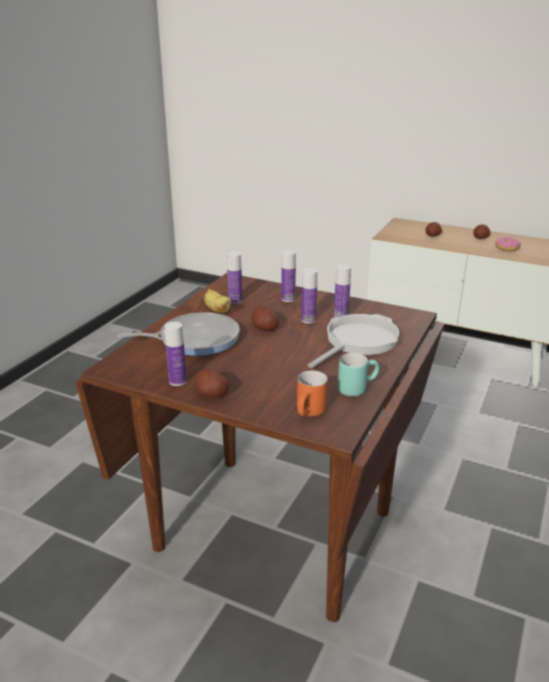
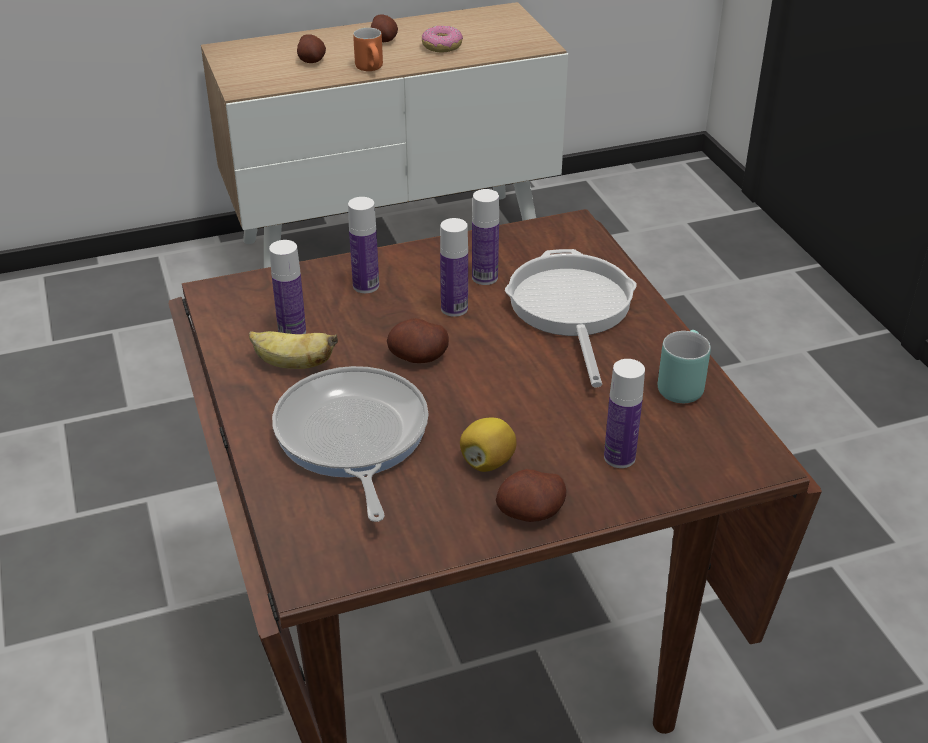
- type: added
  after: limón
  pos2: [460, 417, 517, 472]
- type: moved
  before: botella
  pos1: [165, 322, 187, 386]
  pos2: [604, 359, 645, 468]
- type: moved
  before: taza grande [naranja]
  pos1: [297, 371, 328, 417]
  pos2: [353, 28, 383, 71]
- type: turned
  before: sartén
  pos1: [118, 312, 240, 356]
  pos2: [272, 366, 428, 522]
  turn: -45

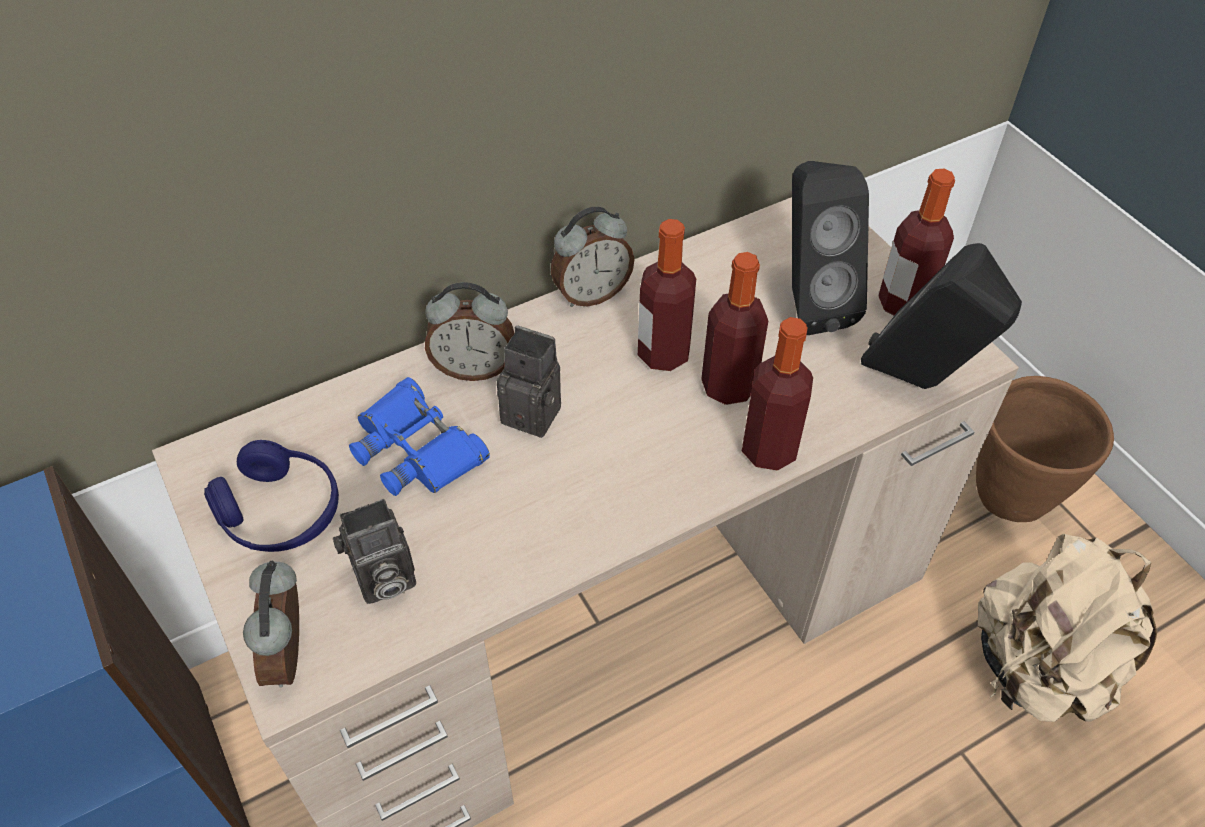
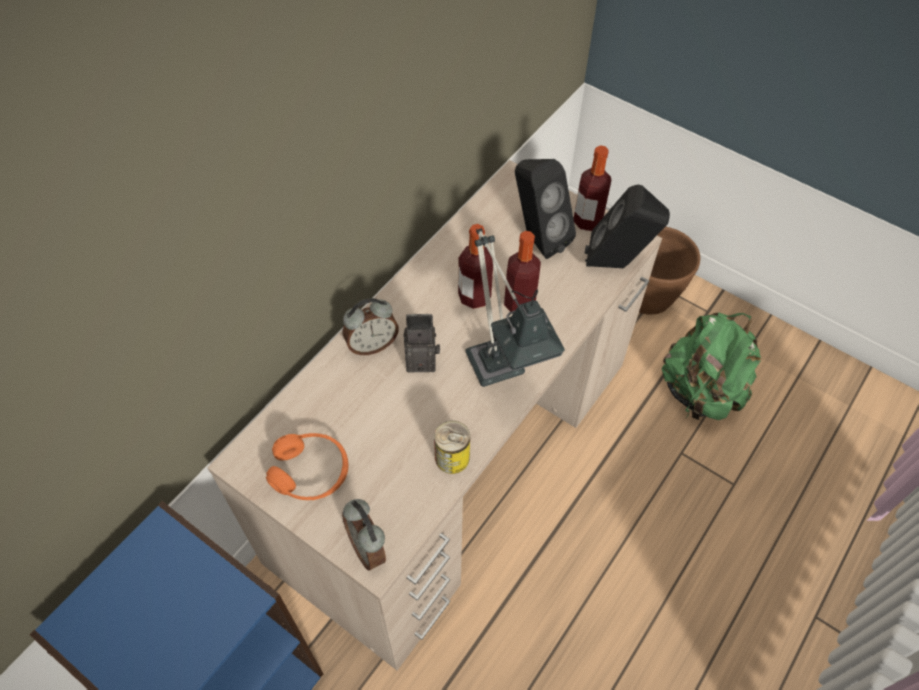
- type: removed
  before: cámara
  pos1: [333, 499, 416, 604]
- type: removed
  before: prismáticos [azul]
  pos1: [349, 377, 490, 496]
- type: removed
  before: despertador
  pos1: [551, 207, 635, 307]
- type: removed
  before: botella
  pos1: [742, 317, 813, 470]
- type: added
  after: lata
  pos2: [434, 421, 470, 474]
- type: added
  after: lámpara de mesa
  pos2: [466, 228, 565, 387]
- type: recoloured
  before: auriculares [azul]
  after: auriculares [naranja]
  pos1: [204, 440, 339, 552]
  pos2: [266, 433, 348, 500]
- type: recoloured
  before: mochila [beis]
  after: mochila [verde]
  pos1: [978, 534, 1157, 722]
  pos2: [662, 312, 761, 420]

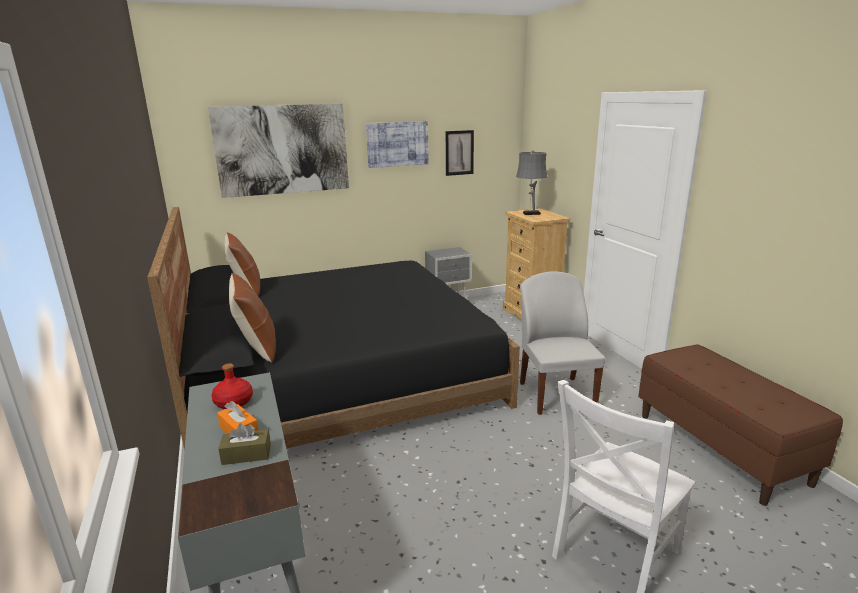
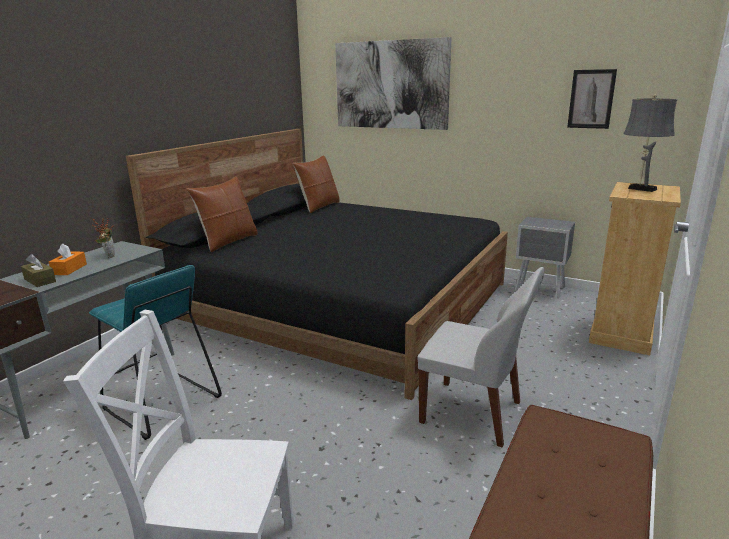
- type: removed
  before: cuadro
  pos1: [366, 121, 429, 168]
- type: added
  after: taburete [turquesa]
  pos2: [89, 265, 222, 440]
- type: replaced
  before: botella [rojo]
  after: planta en maceta
  pos1: [211, 363, 253, 409]
  pos2: [92, 218, 115, 258]
- type: turned
  before: silla [blanco]
  pos1: [520, 271, 605, 415]
  pos2: [418, 267, 545, 448]
  turn: 75

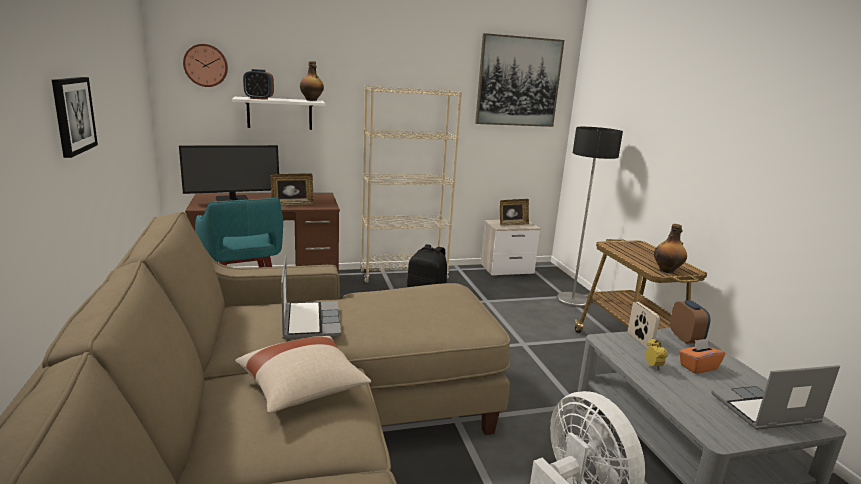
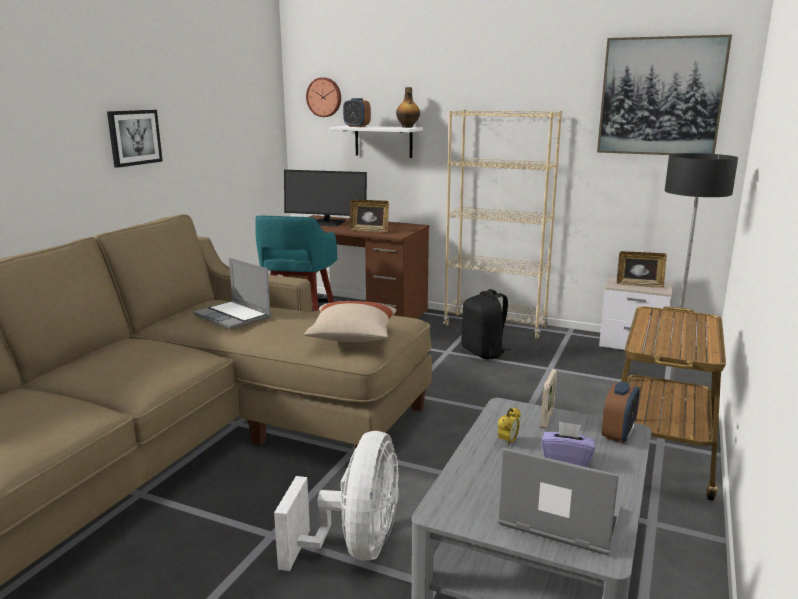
- type: removed
  before: botella
  pos1: [654, 224, 687, 273]
- type: moved
  before: cojín [beis]
  pos1: [235, 336, 371, 414]
  pos2: [304, 301, 396, 342]
- type: recoloured
  before: caja de pañuelos [naranja]
  after: caja de pañuelos [morado]
  pos1: [679, 338, 725, 374]
  pos2: [541, 421, 595, 467]
- type: turned
  before: portátil
  pos1: [281, 255, 341, 339]
  pos2: [194, 258, 271, 330]
  turn: 105

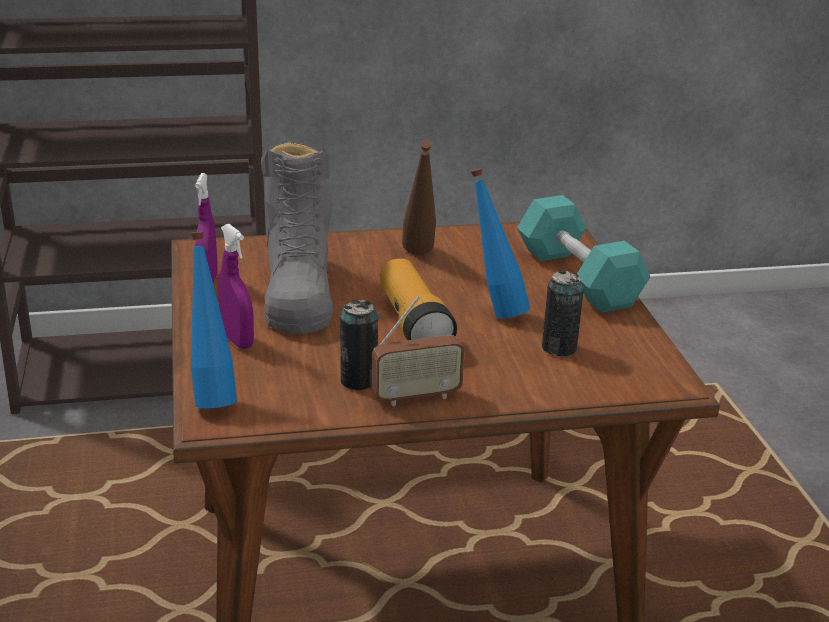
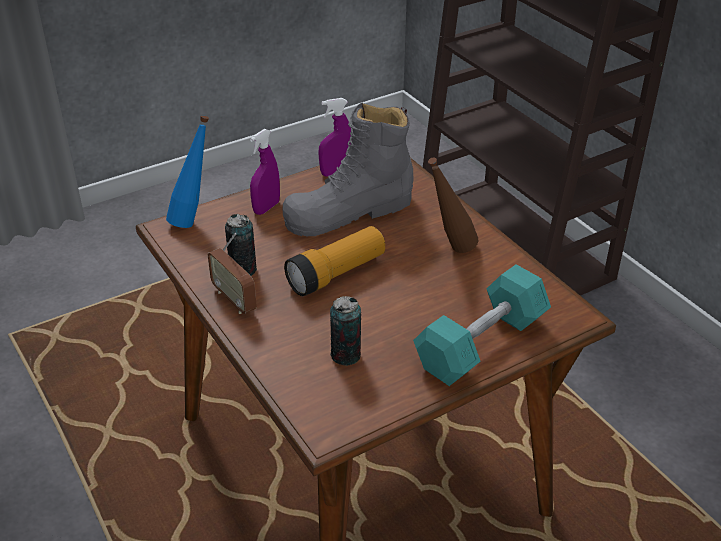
- type: removed
  before: botella [azul]
  pos1: [471, 168, 530, 319]

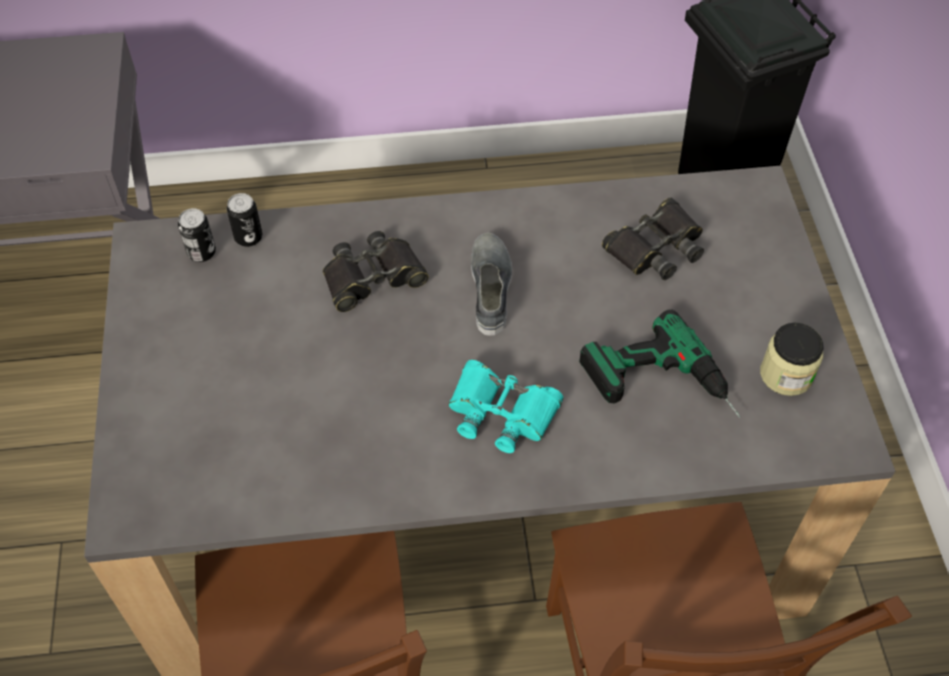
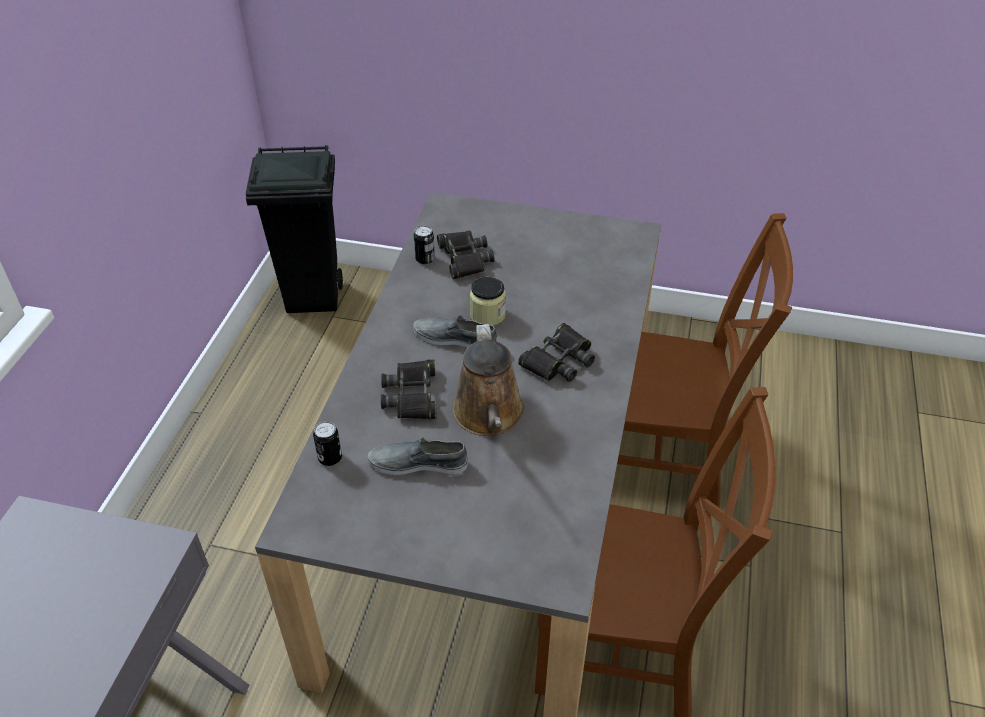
- type: removed
  before: taladro
  pos1: [579, 309, 740, 418]
- type: added
  after: zapato [gris]
  pos2: [368, 438, 467, 475]
- type: added
  after: regadera [marrón]
  pos2: [453, 324, 524, 436]
- type: moved
  before: lata
  pos1: [178, 208, 216, 262]
  pos2: [414, 226, 435, 264]
- type: moved
  before: tarro
  pos1: [760, 322, 824, 396]
  pos2: [470, 277, 506, 326]
- type: recoloured
  before: prismáticos [turquesa]
  after: prismáticos [negro]
  pos1: [449, 360, 563, 453]
  pos2: [518, 323, 595, 382]

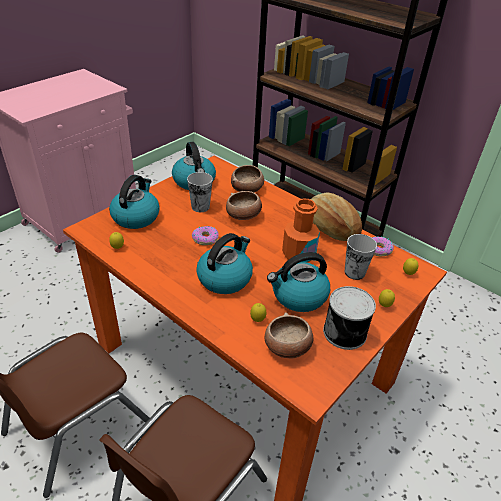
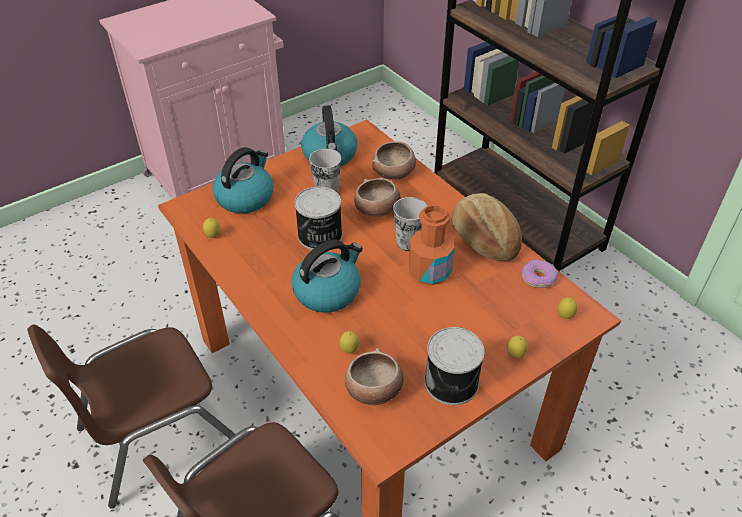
- type: removed
  before: hervidor
  pos1: [267, 252, 330, 312]
- type: moved
  before: taza
  pos1: [345, 234, 377, 280]
  pos2: [393, 197, 427, 251]
- type: replaced
  before: rosquilla
  after: lata
  pos1: [192, 226, 219, 245]
  pos2: [295, 187, 342, 250]

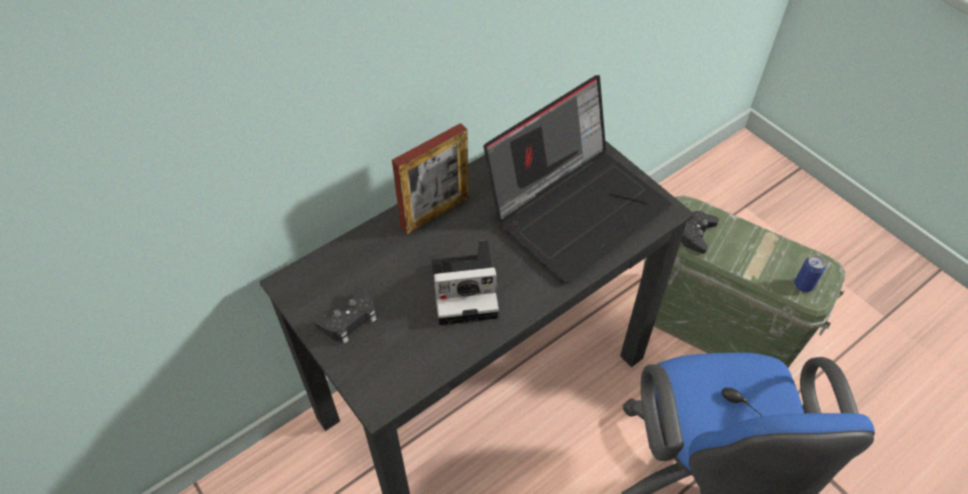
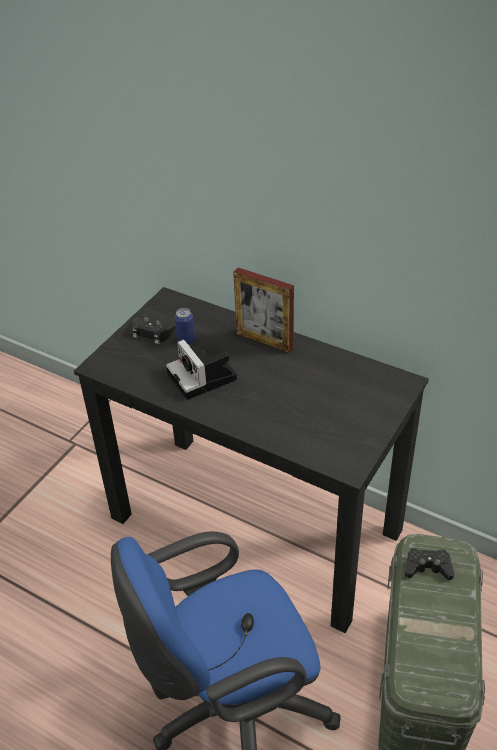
- type: removed
  before: portátil
  pos1: [483, 75, 672, 283]
- type: moved
  before: lata
  pos1: [794, 255, 826, 292]
  pos2: [175, 308, 195, 345]

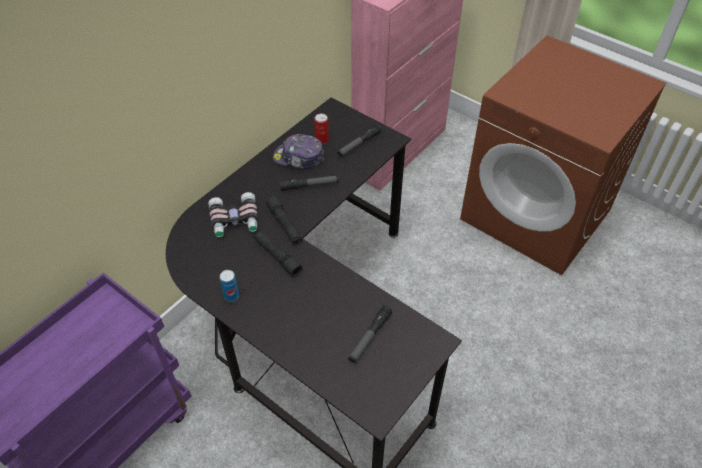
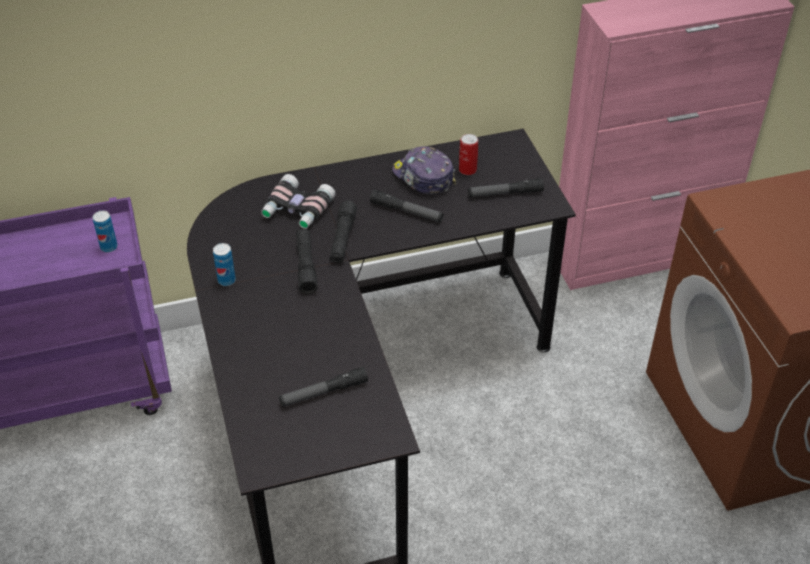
- type: added
  after: lata
  pos2: [92, 210, 118, 252]

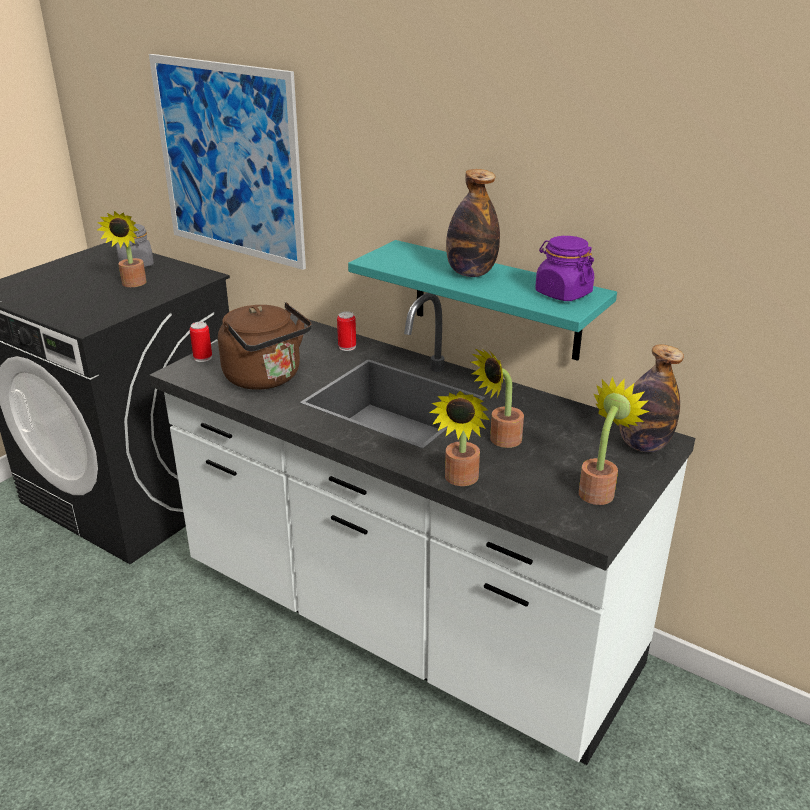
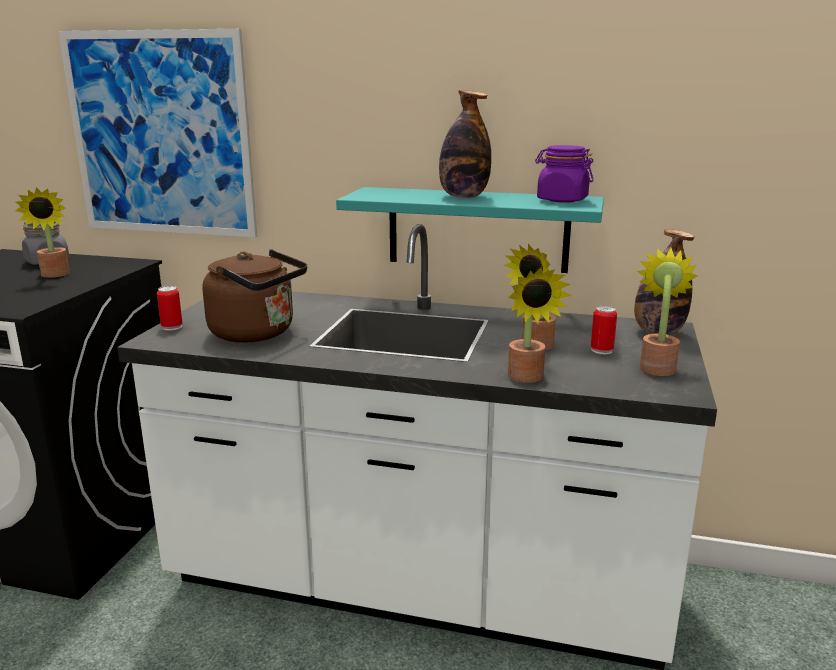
- type: moved
  before: lata
  pos1: [337, 311, 356, 351]
  pos2: [591, 306, 617, 354]

